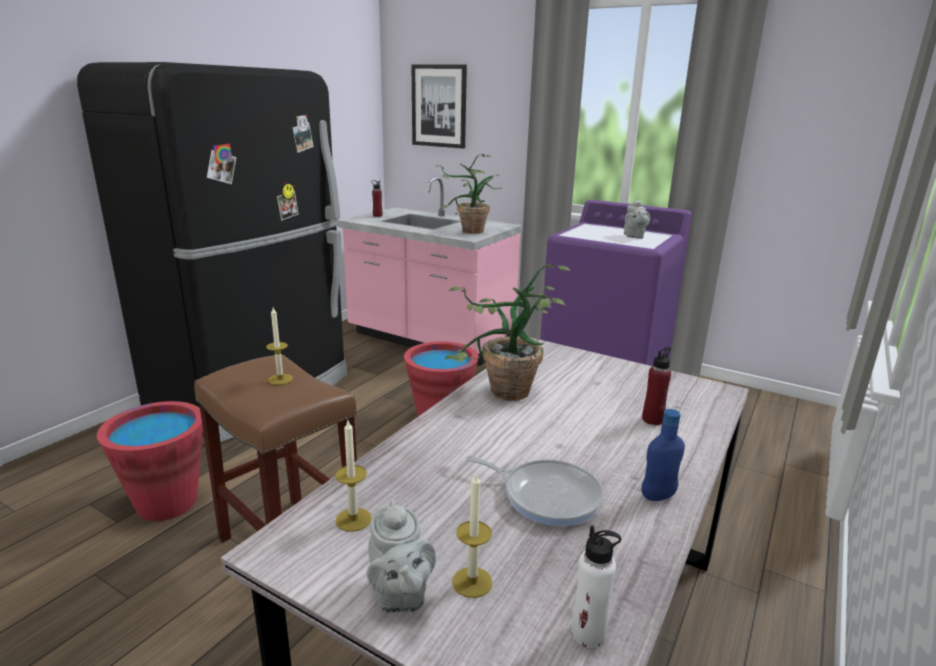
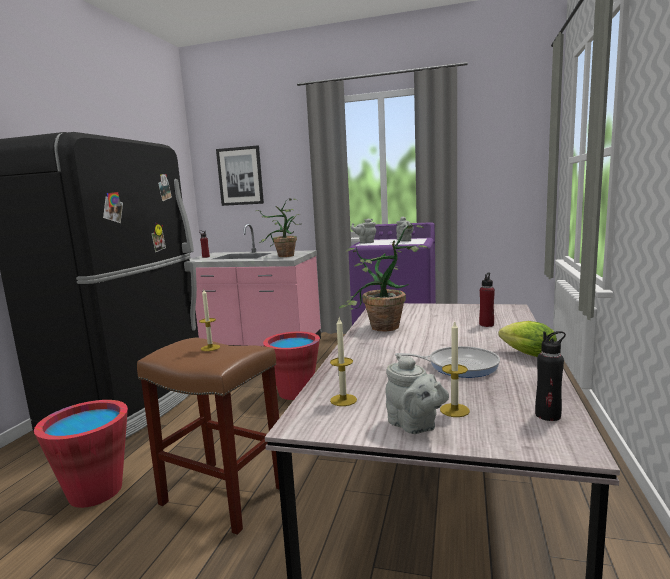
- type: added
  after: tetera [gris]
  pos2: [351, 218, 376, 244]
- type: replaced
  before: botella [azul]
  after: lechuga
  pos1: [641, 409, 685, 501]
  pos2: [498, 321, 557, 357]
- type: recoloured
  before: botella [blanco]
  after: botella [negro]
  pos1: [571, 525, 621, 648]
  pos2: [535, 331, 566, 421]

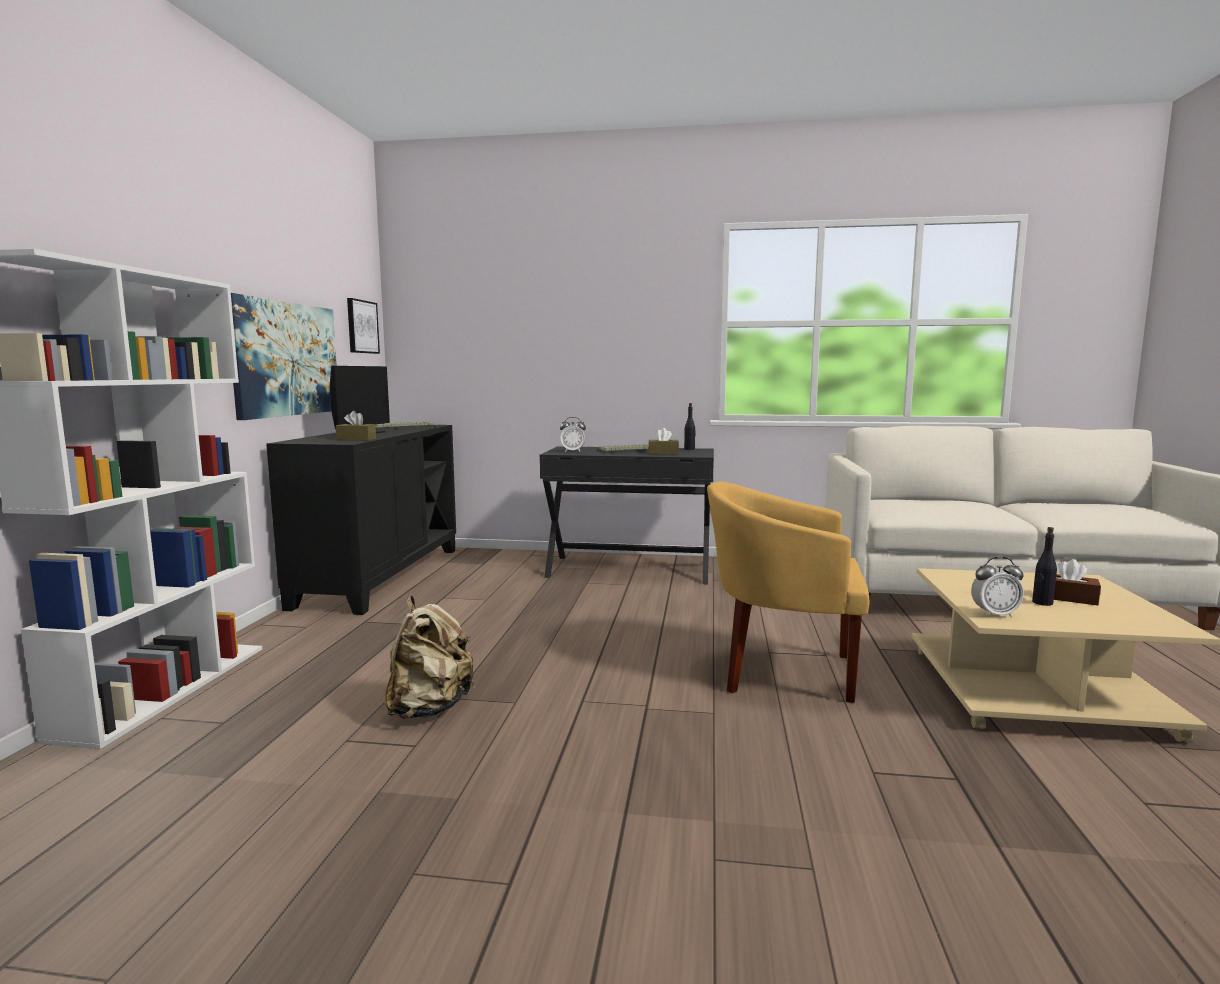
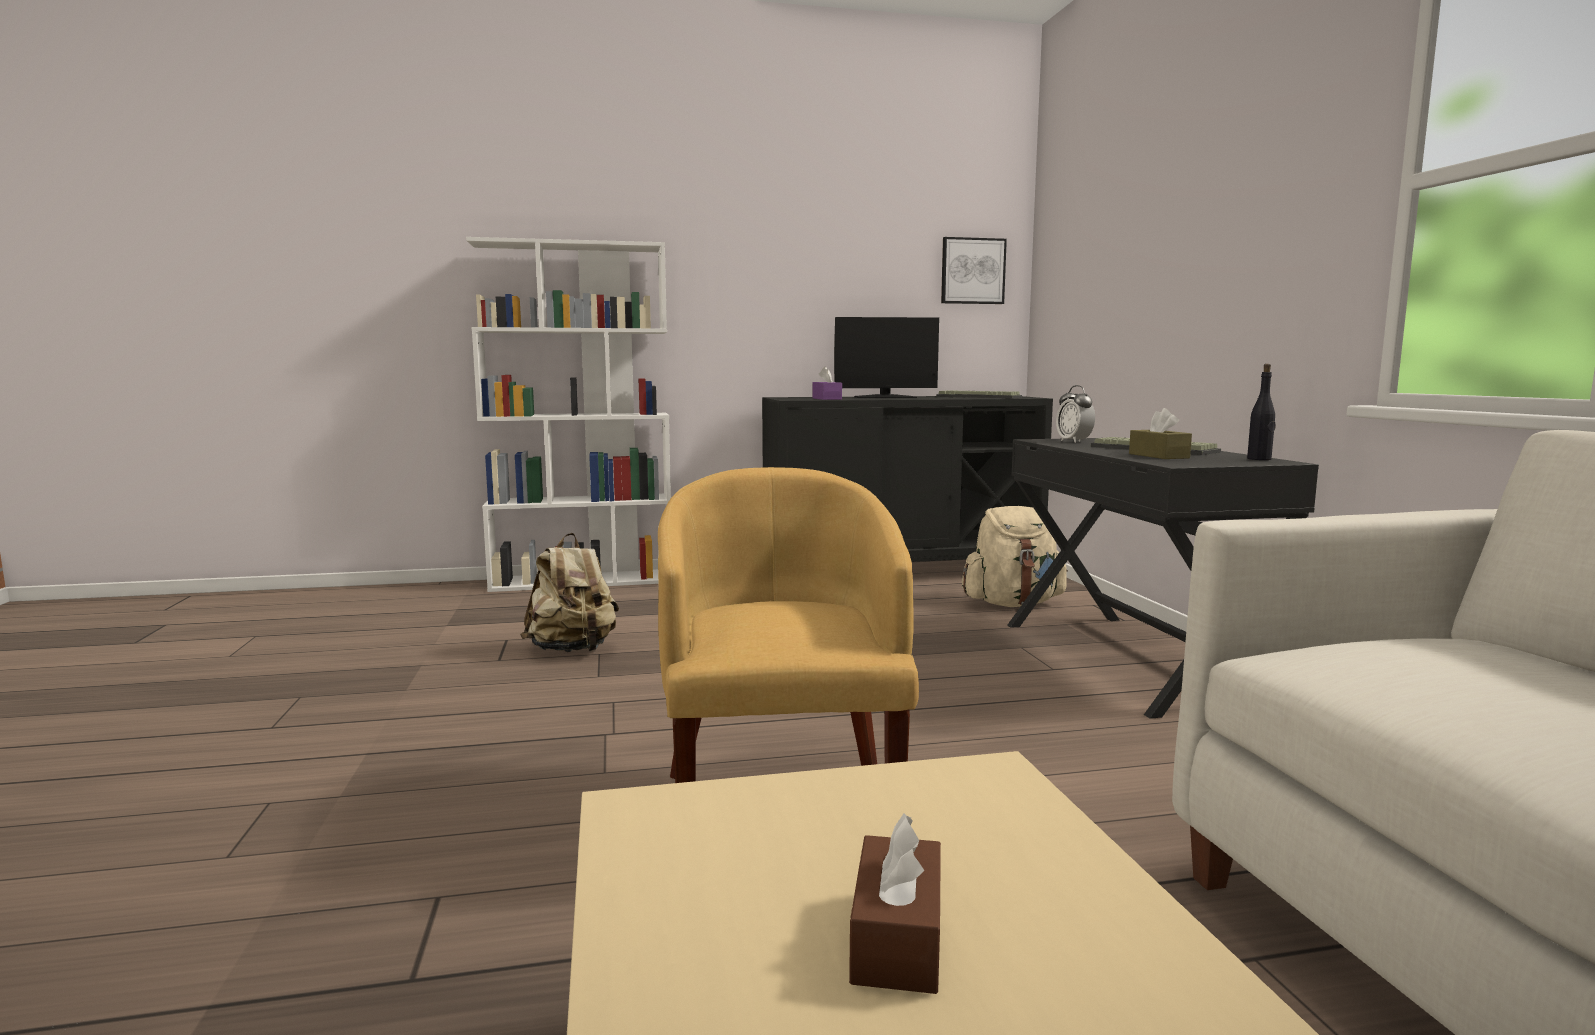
- type: removed
  before: cuadro
  pos1: [231, 293, 337, 420]
- type: removed
  before: despertador
  pos1: [971, 557, 1024, 617]
- type: removed
  before: botella [negro]
  pos1: [1032, 527, 1057, 606]
- type: added
  after: mochila [beis]
  pos2: [962, 506, 1068, 607]
- type: recoloured
  before: caja de pañuelos [marrón]
  after: caja de pañuelos [morado]
  pos1: [336, 411, 376, 440]
  pos2: [812, 366, 842, 400]

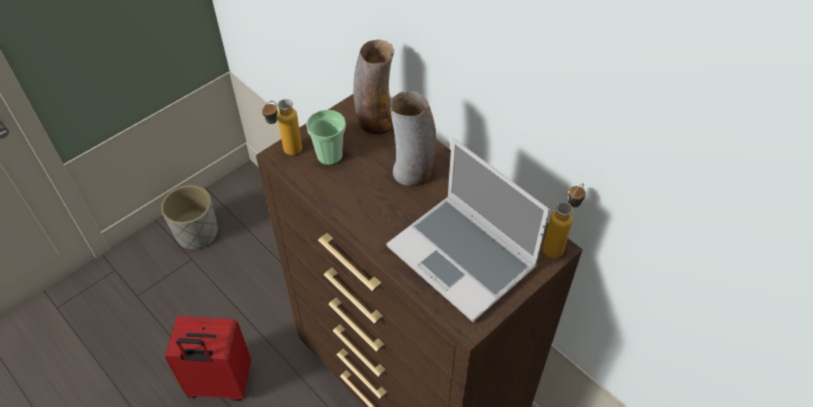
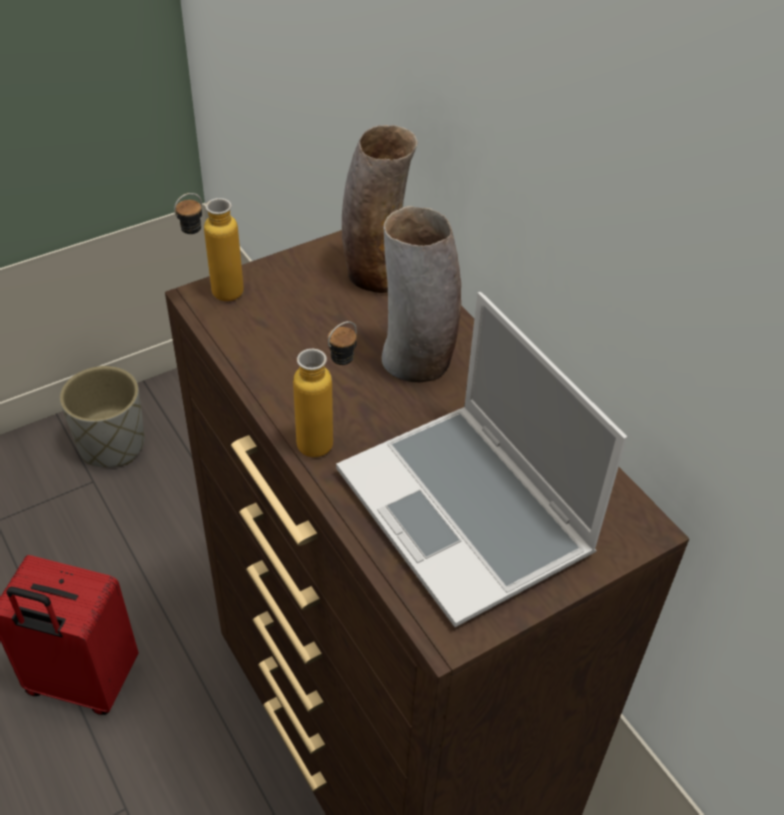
- type: removed
  before: taza
  pos1: [306, 110, 346, 165]
- type: moved
  before: botella
  pos1: [543, 184, 586, 259]
  pos2: [293, 321, 357, 457]

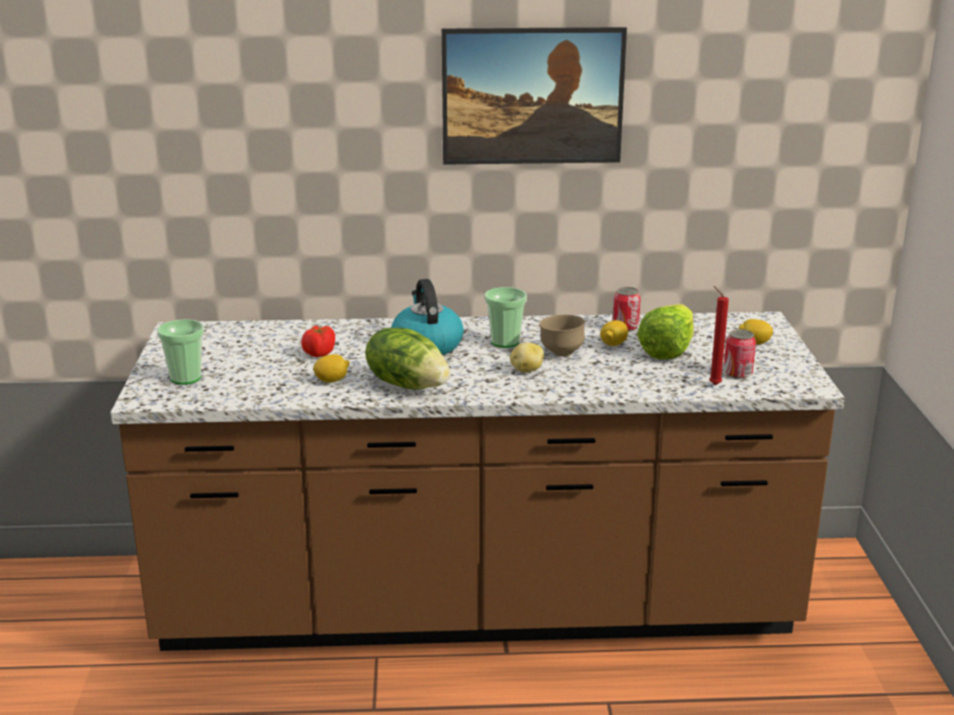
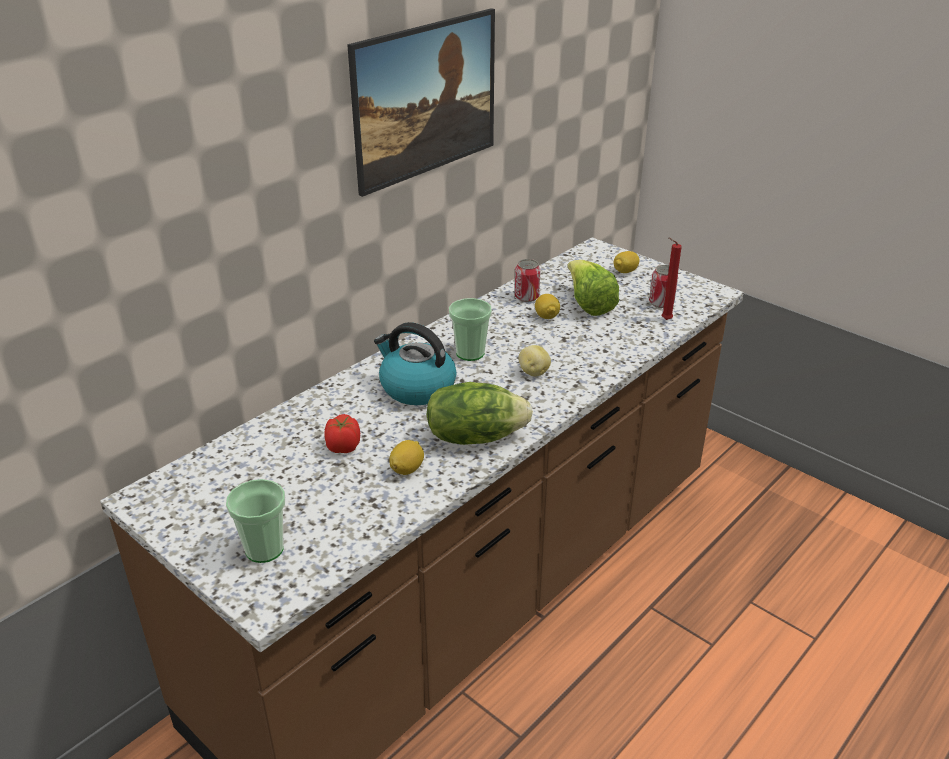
- type: removed
  before: cuenco [marrón]
  pos1: [539, 314, 585, 357]

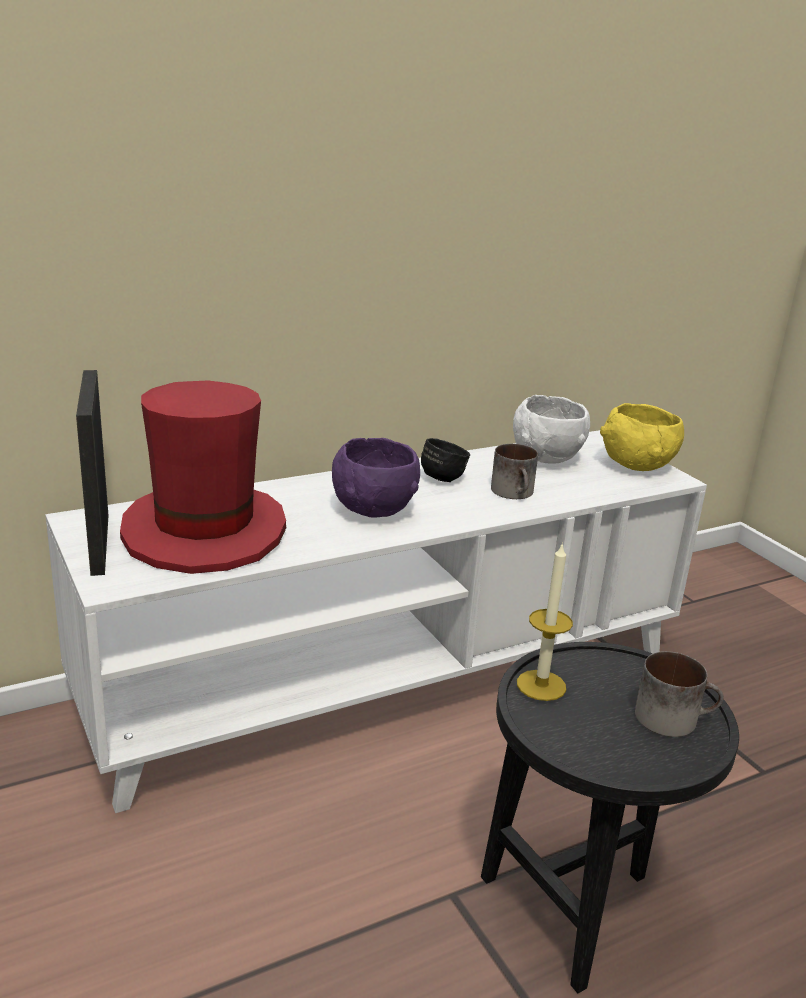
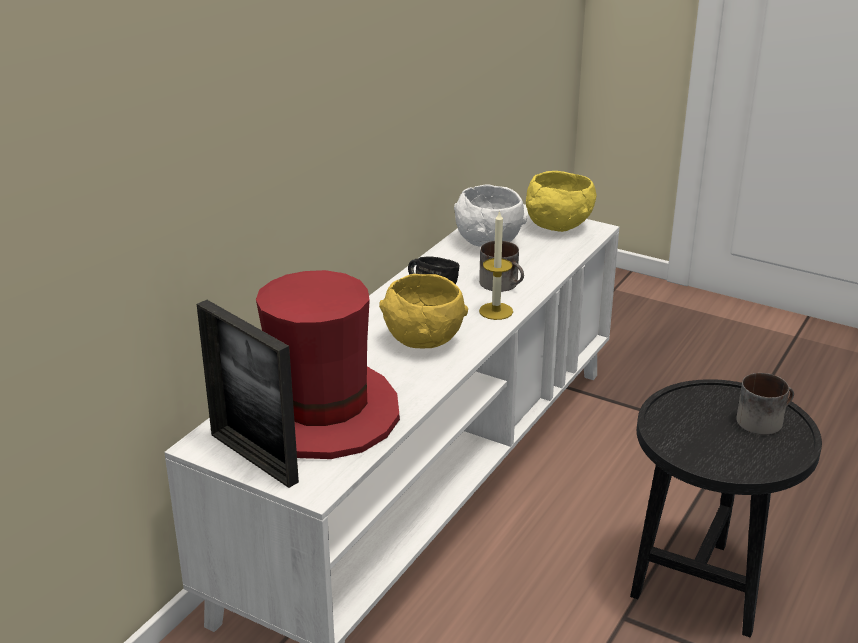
- type: moved
  before: vela
  pos1: [517, 542, 573, 701]
  pos2: [479, 210, 513, 320]
- type: recoloured
  before: cuenco [morado]
  after: cuenco [amarillo]
  pos1: [332, 438, 420, 518]
  pos2: [379, 274, 468, 349]

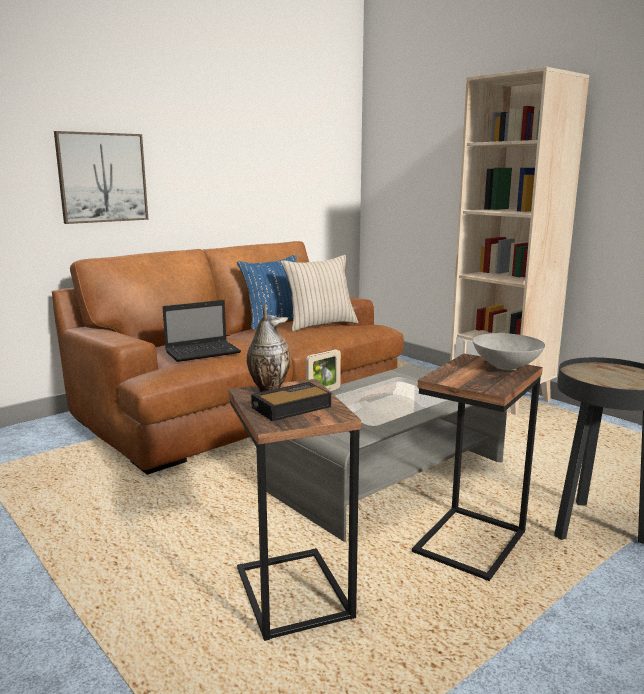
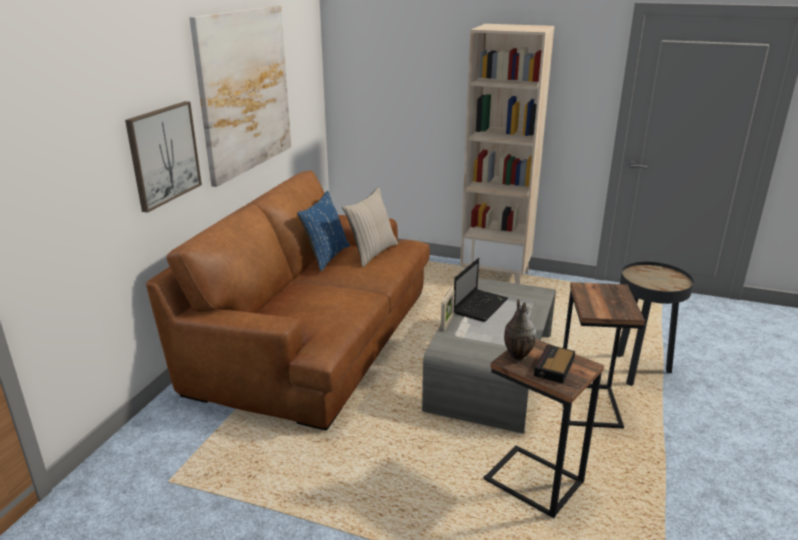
- type: removed
  before: cuenco [gris]
  pos1: [473, 333, 545, 370]
- type: added
  after: cuadro
  pos2: [189, 5, 291, 187]
- type: moved
  before: portátil
  pos1: [162, 300, 241, 362]
  pos2: [454, 258, 508, 322]

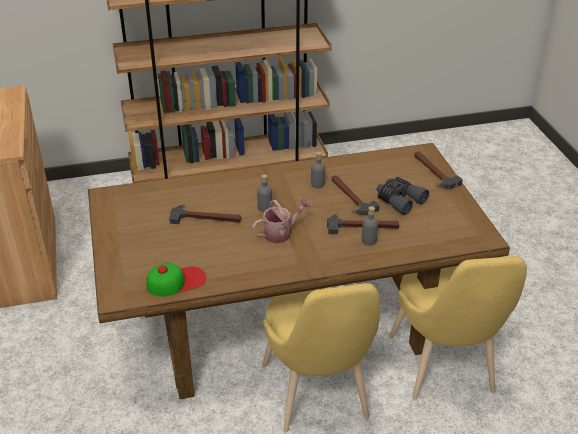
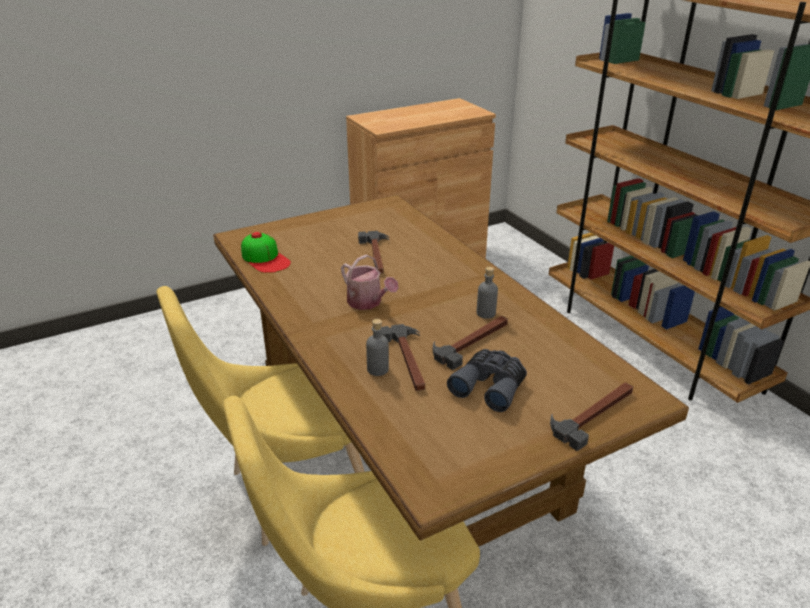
- type: removed
  before: botella [gris]
  pos1: [257, 174, 272, 212]

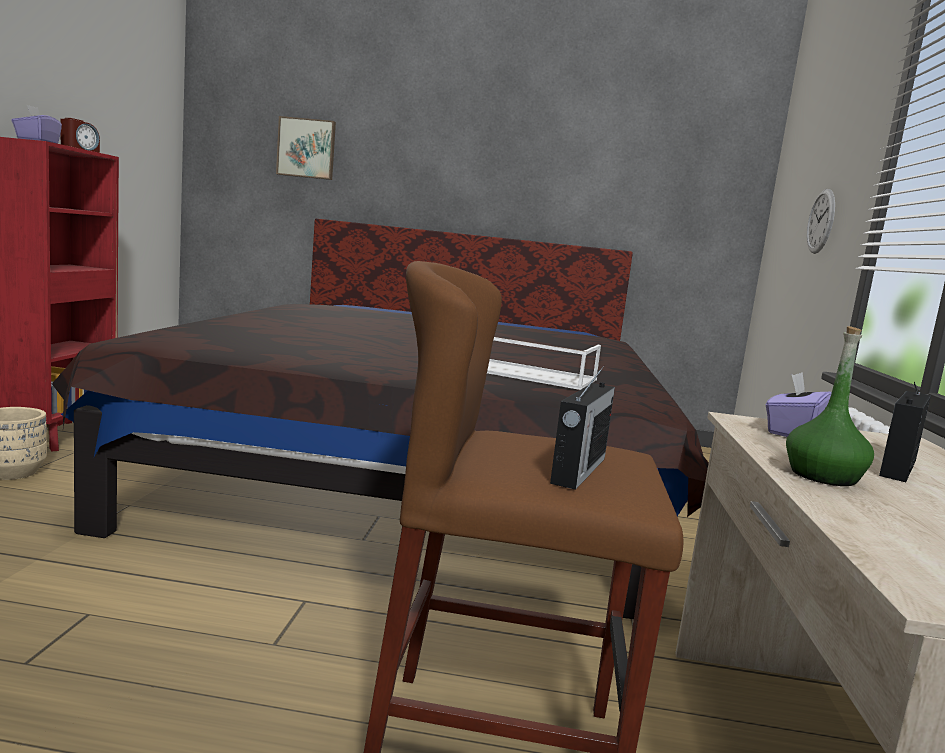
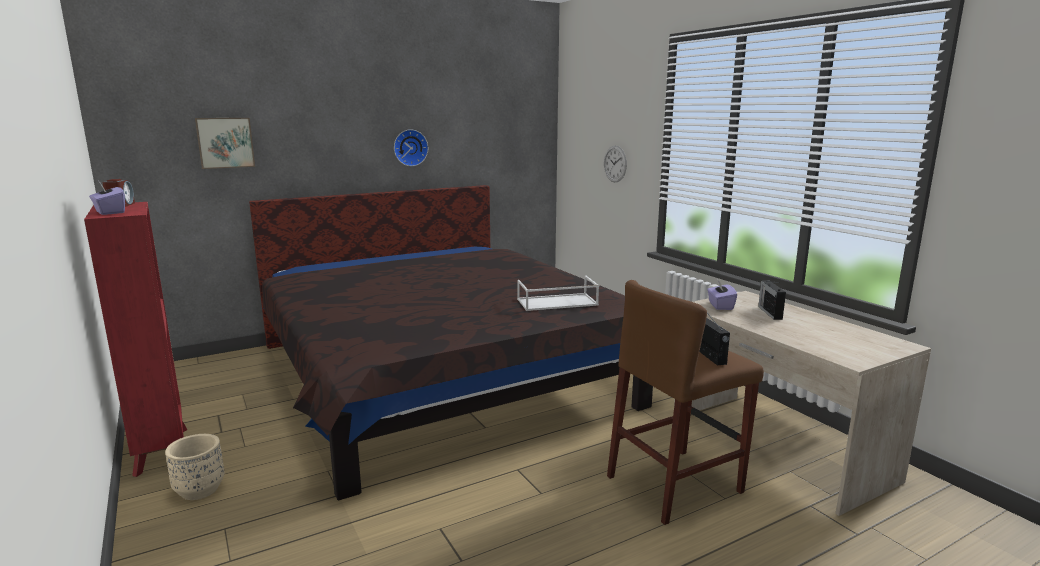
- type: removed
  before: botella [verde]
  pos1: [786, 326, 874, 486]
- type: added
  after: reloj de pared
  pos2: [394, 129, 428, 166]

